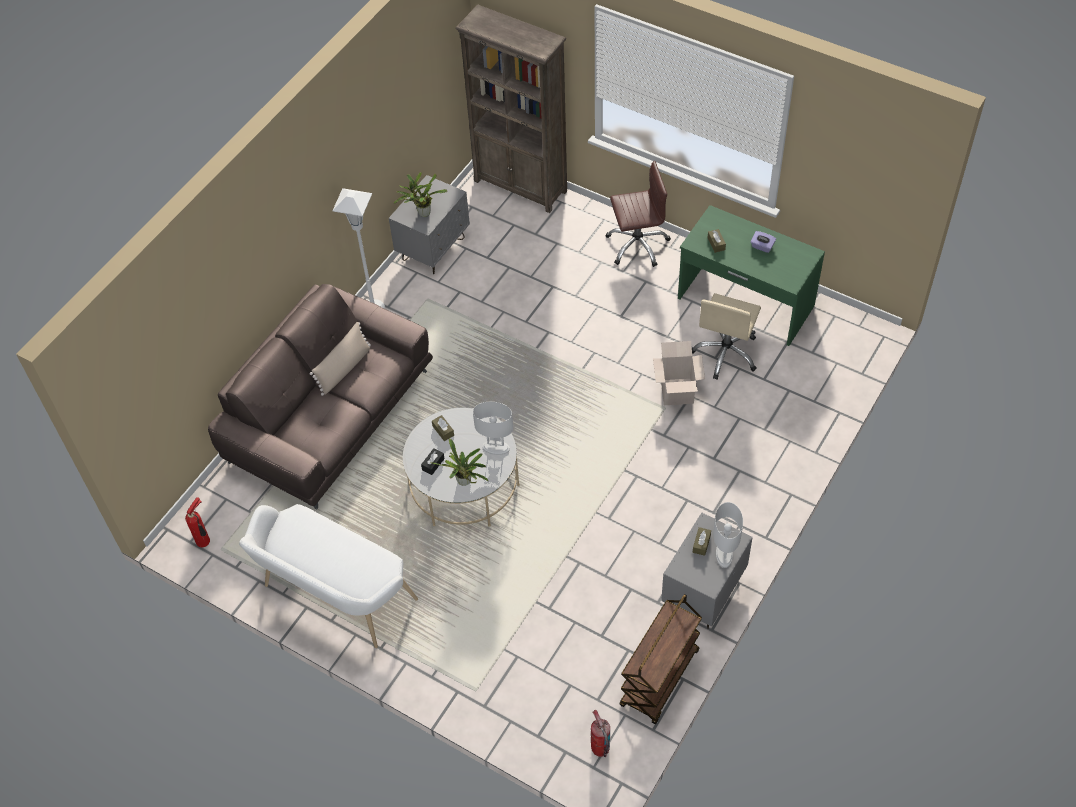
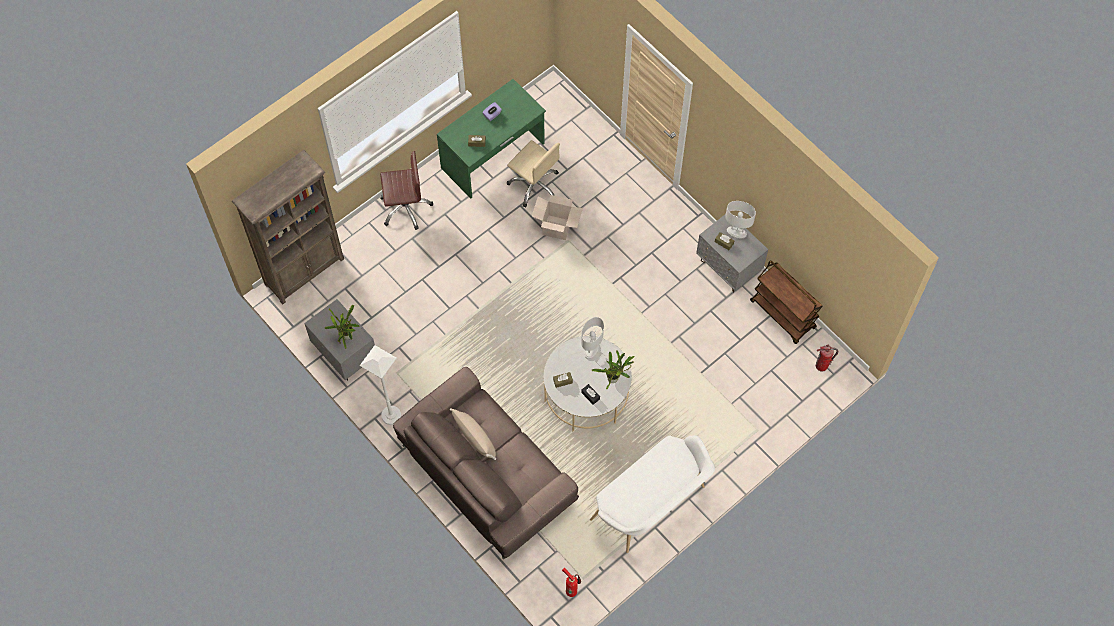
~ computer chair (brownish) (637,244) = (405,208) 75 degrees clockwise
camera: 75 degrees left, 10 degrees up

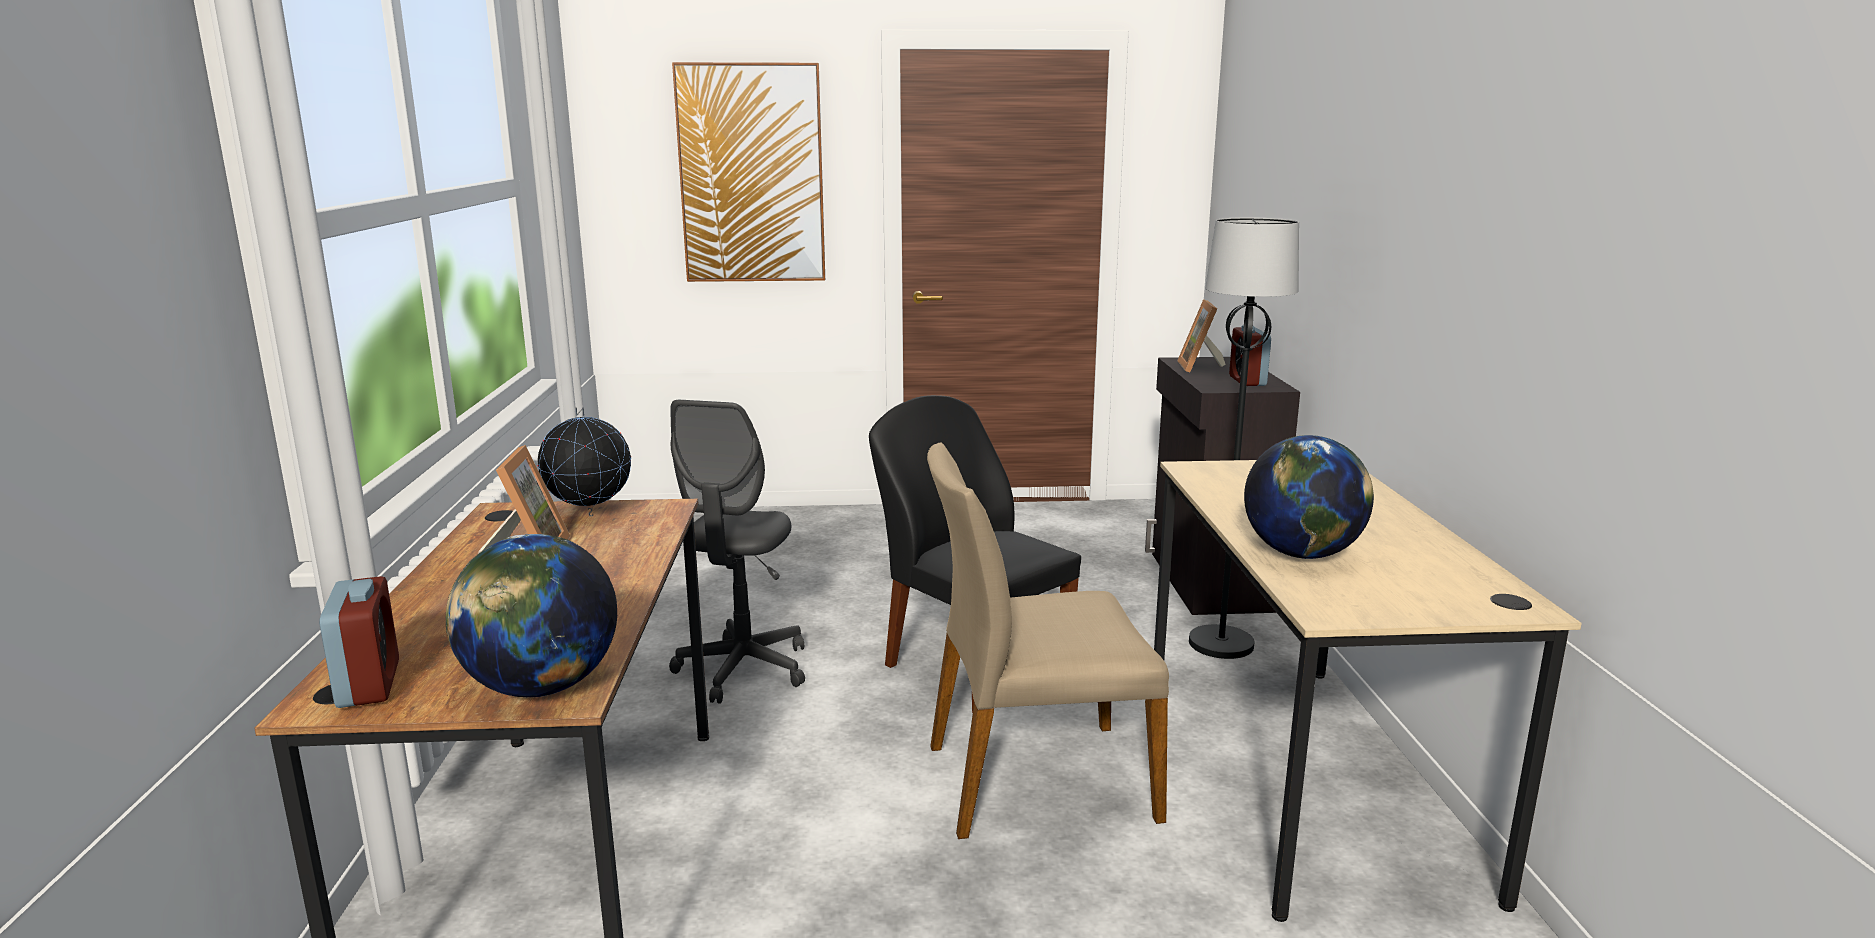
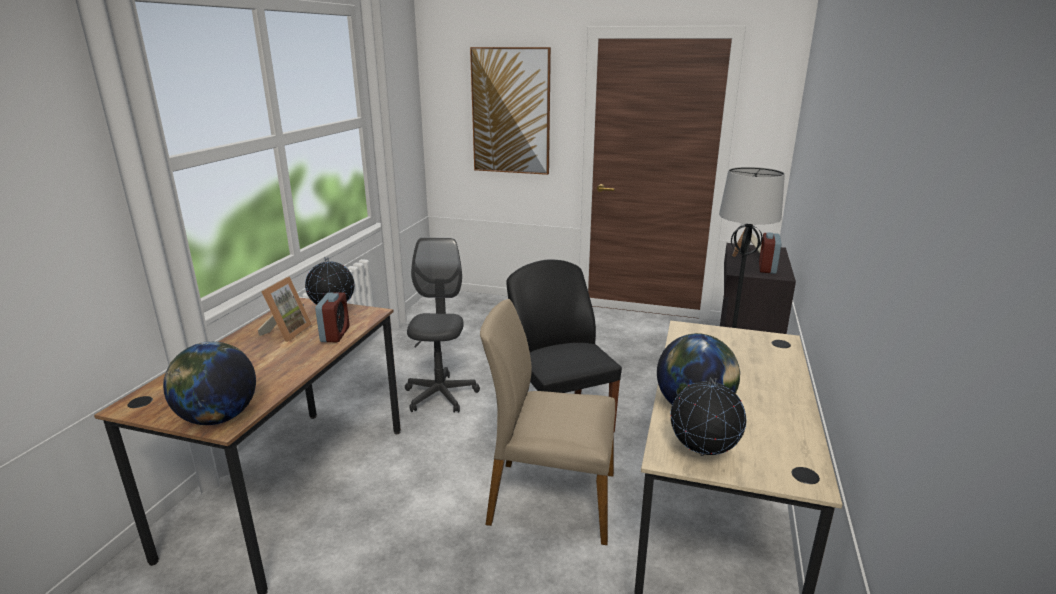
~ table clock (369,684) to (335,334)
~ computer chair (greyish) (743,669) = (440,395) 150 degrees clockwise
+ desk globe (702,456)
camera: 20 degrees right, 5 degrees up

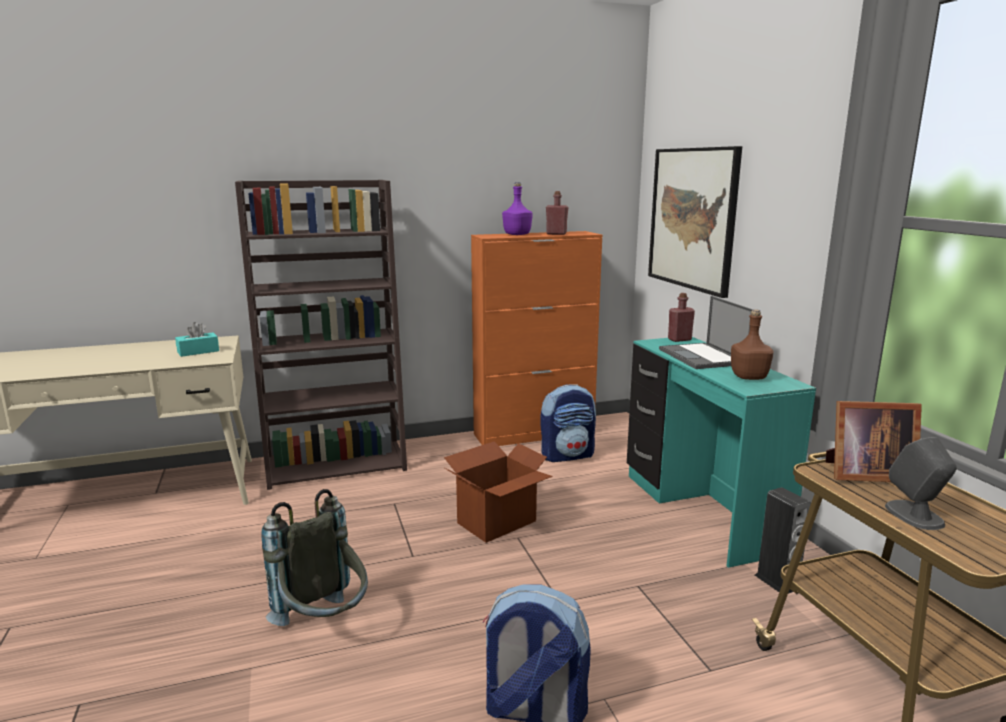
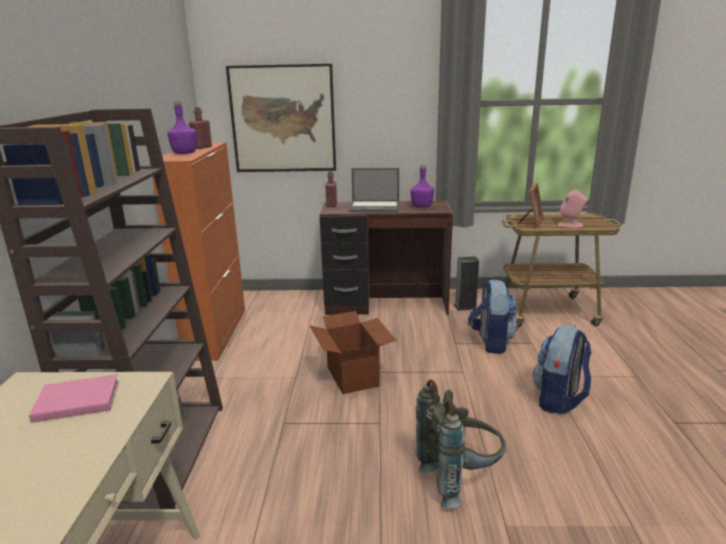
~ tissue holder (turquoise-coloured) (198,351) to volume (pinkish) (75,400)
~ desk table (turquoise-coloured) (699,511) to desk table (brownish) (386,306)
~ bottle (brownish) (748,377) to bottle (purple) (421,206)
~ backpack (567,455) to (491,342)
~ speaker (greyish) (914,515) to speaker (pinkish) (570,225)
camera: 70 degrees left, 5 degrees up

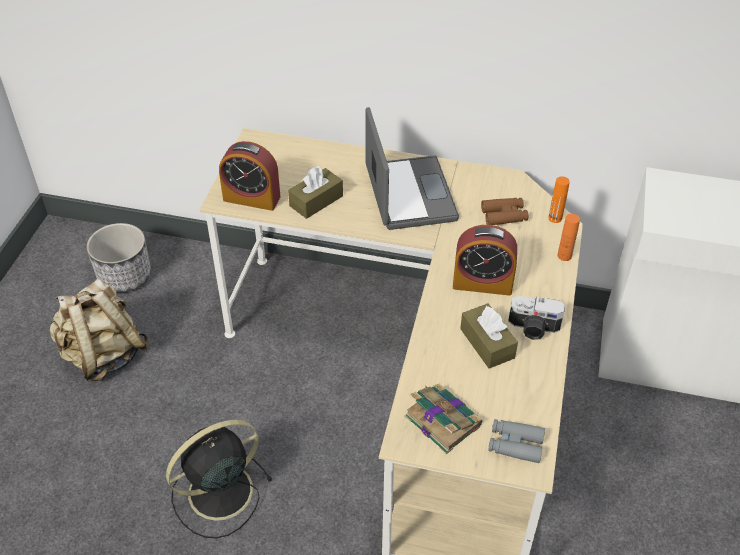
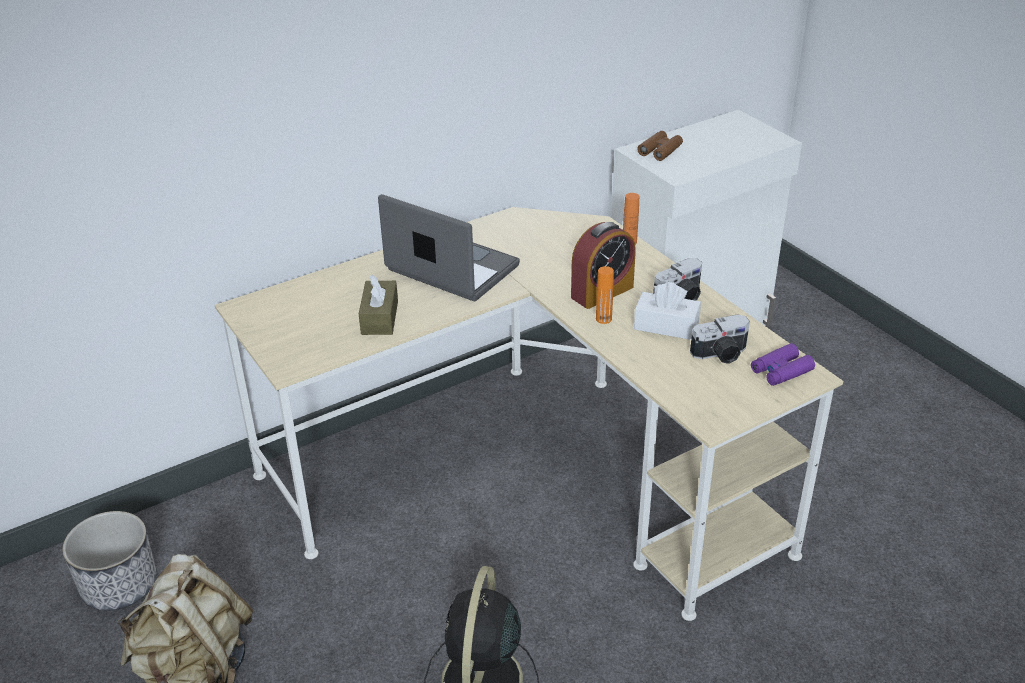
~ bottle (orangey) (555,218) to (603,319)
~ tissue holder (brownish) (487,343) to tissue holder (whitish) (666,326)
~ pair of binoculars (brownish) (504,215) to (660,150)
+ still camera (721,354)
~ pair of binoculars (greyish) (515,444) to pair of binoculars (purple) (781,371)
- table clock (251,198)
- volume (441,420)
camera: 45 degrees left, 10 degrees down

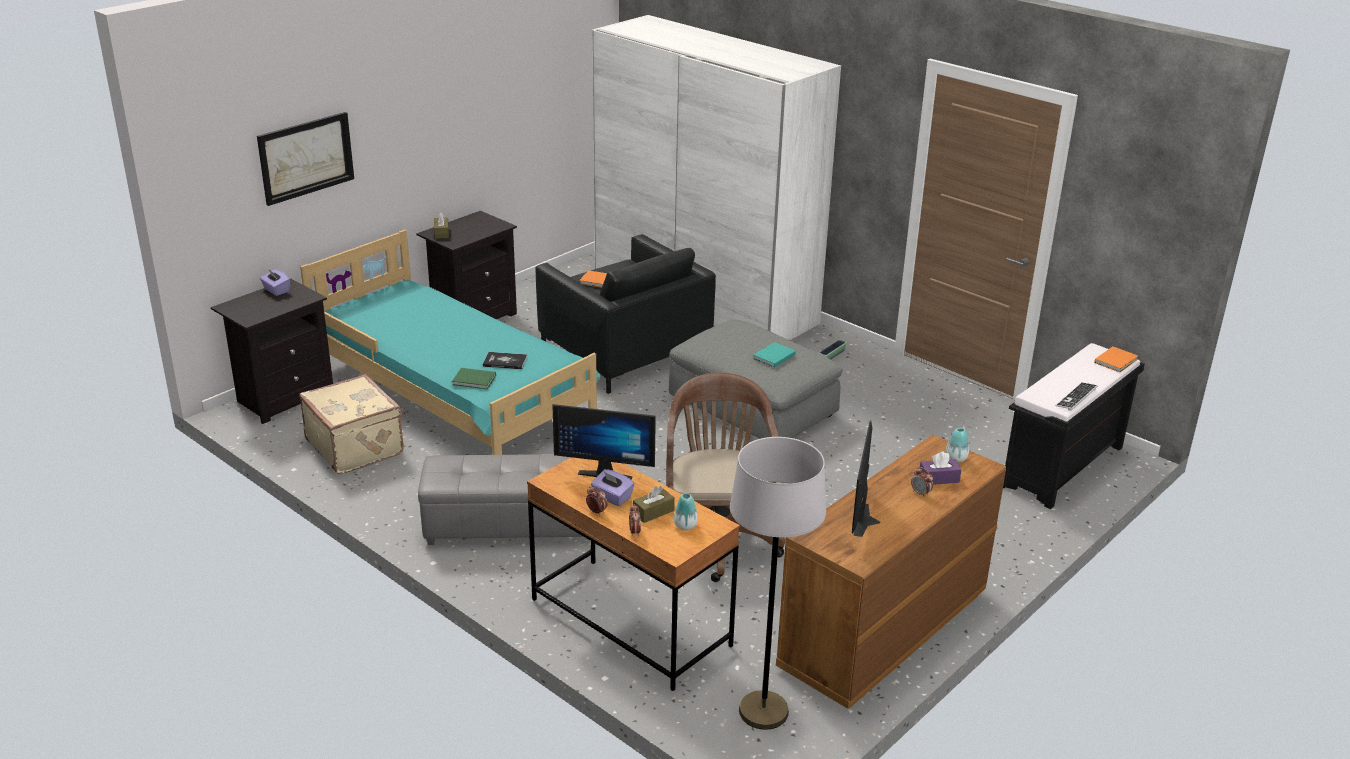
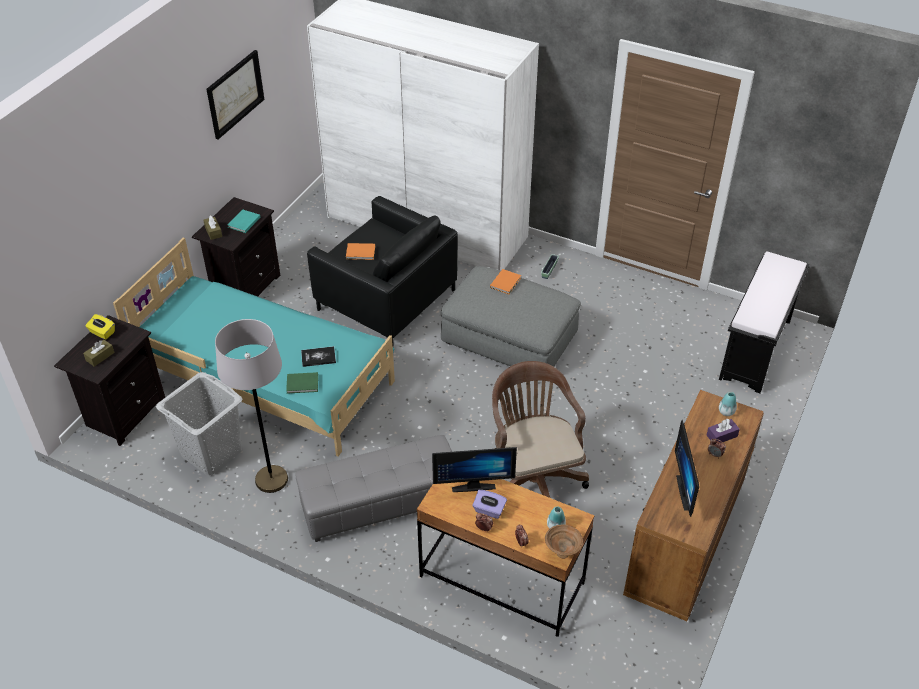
~ tissue holder (brownish) (653,512) to (100,356)
~ tissue holder (purple) (276,290) to tissue holder (yellowish) (102,332)
~ travel case (beige) (356,446) to laundry basket (greyish) (211,452)
~ picture (306,157) to (235,94)
~ floor lamp (greyish) (763,711) to (271,480)
~ volume (turquoise-coloured) (773,356) to (243,222)
~ volume (orangey) (1117,361) to (506,282)
+ serving bowl (brownish) (561,553)
- keyboard (1076,397)
camera: 15 degrees left, 15 degrees up

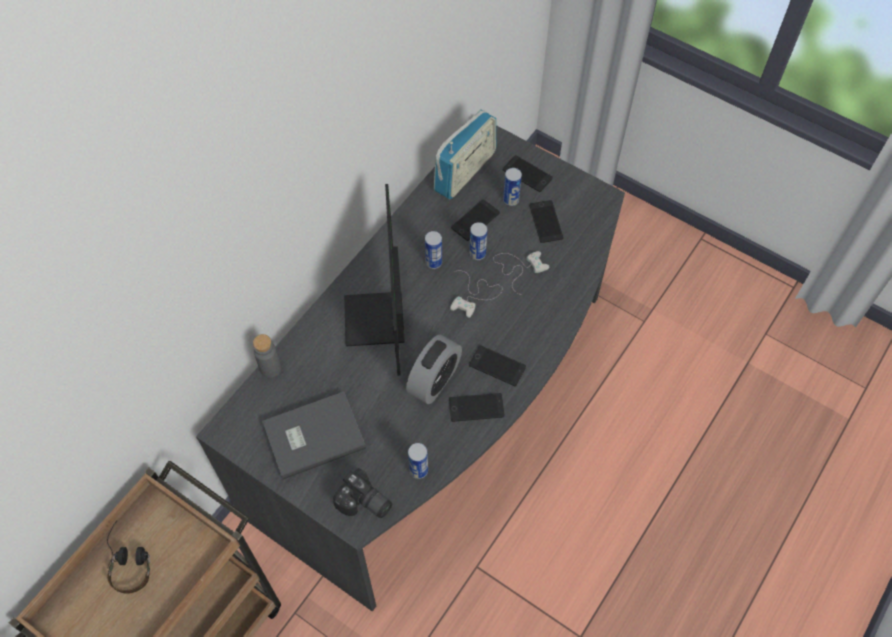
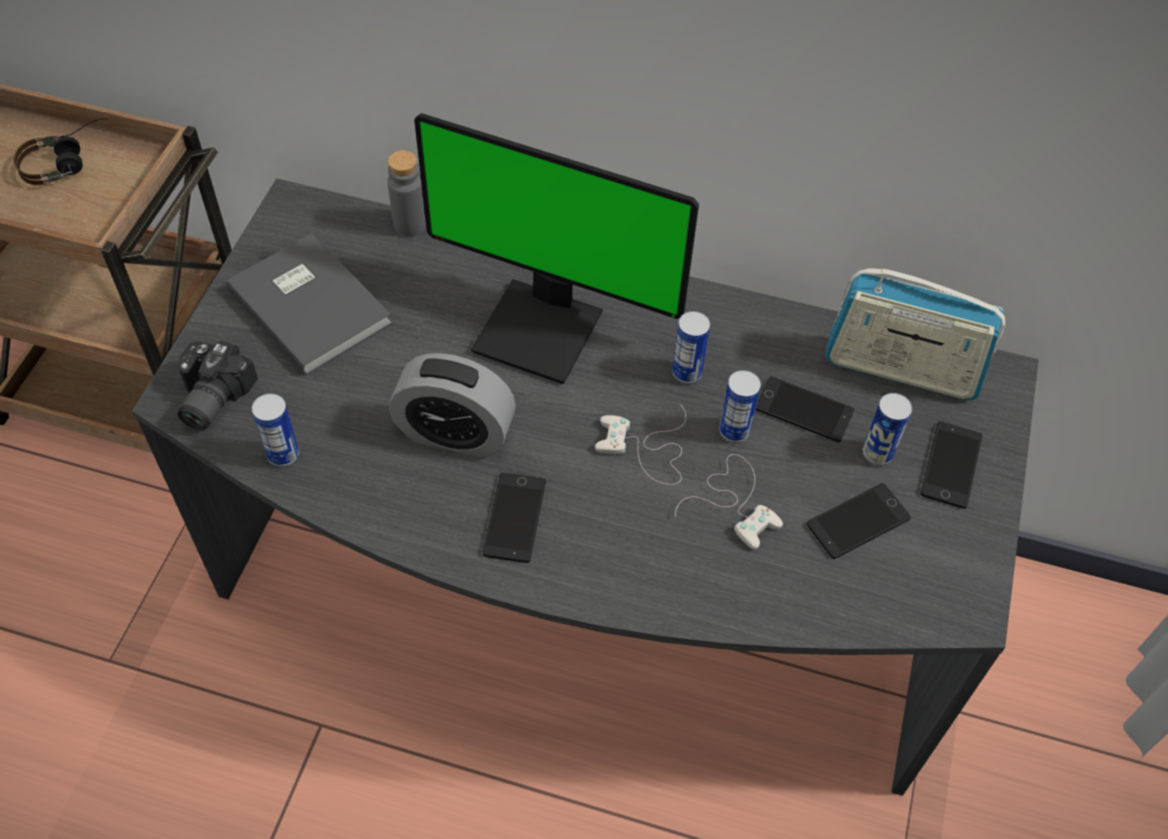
~ computer screen (378,320) = (542,328) 135 degrees counterclockwise
- telephone (476,407)
camera: 70 degrees right, 5 degrees down

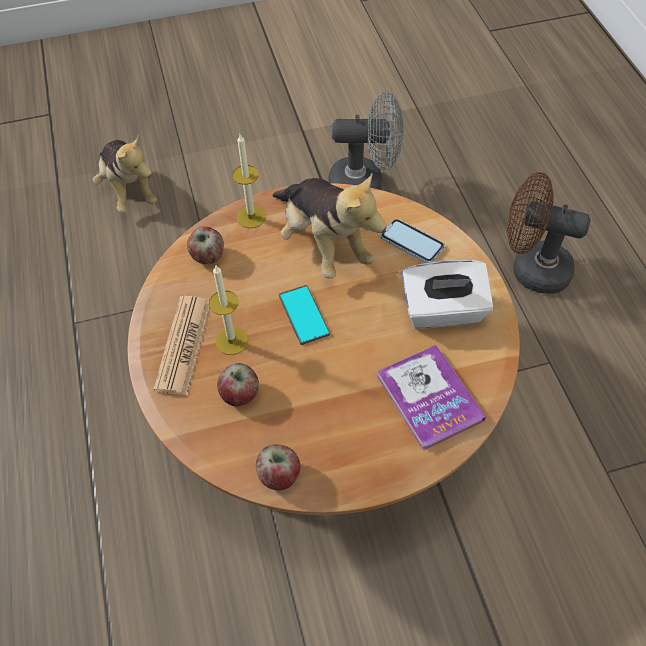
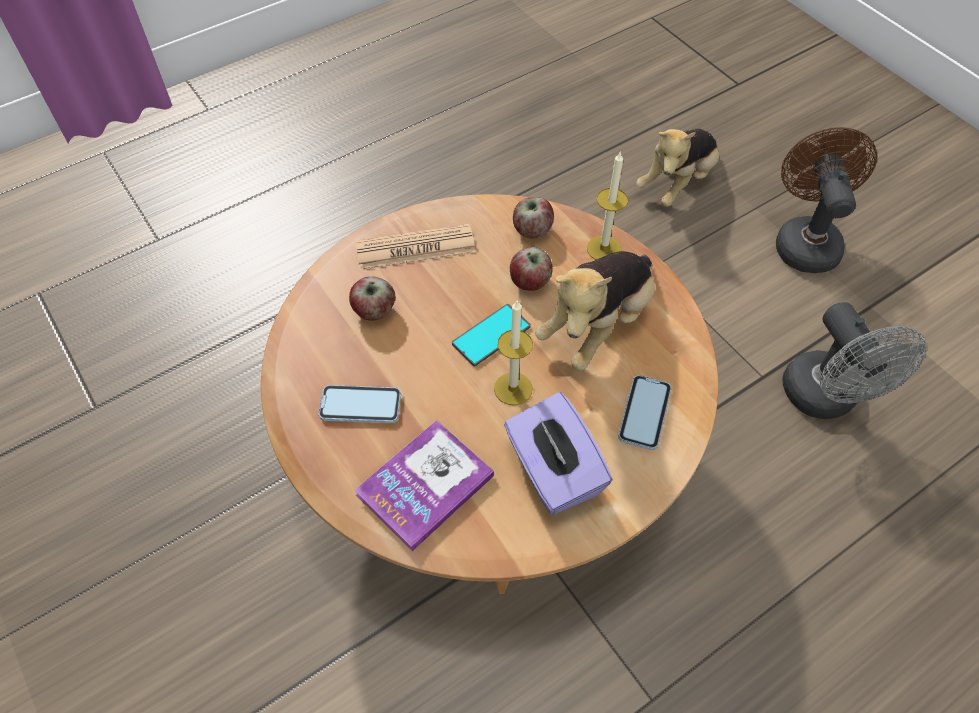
+ telephone (360,405)
~ wax light (231,341) to (513,388)
~ tissue holder (whitish) (443,311) to tissue holder (purple) (553,472)
~ whole apple (279,475) to (530,282)
~ electric fan (brownish) (531,269) to (804,240)
camera: 70 degrees right, 0 degrees up

